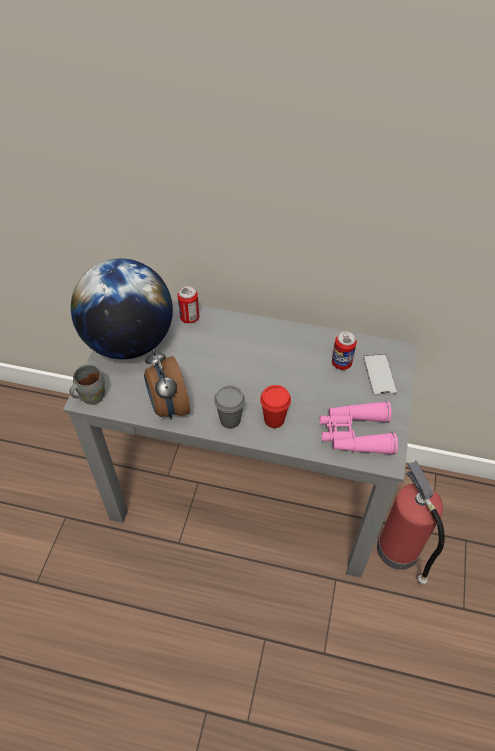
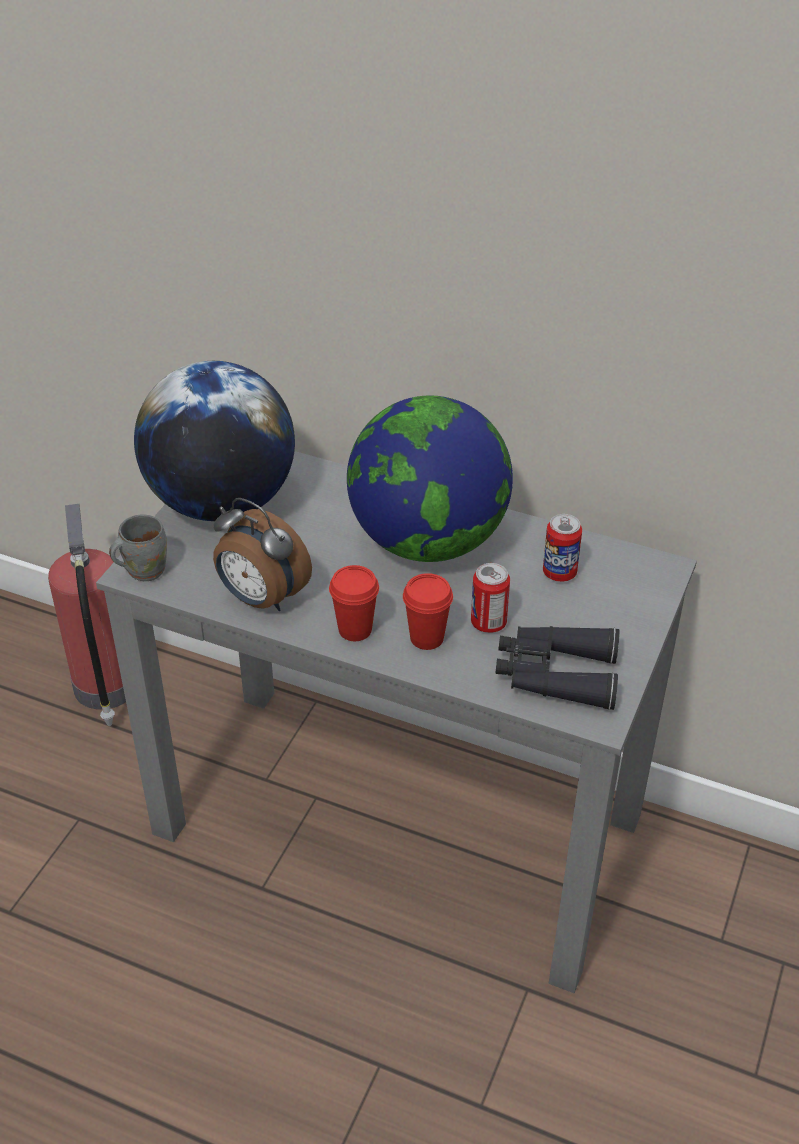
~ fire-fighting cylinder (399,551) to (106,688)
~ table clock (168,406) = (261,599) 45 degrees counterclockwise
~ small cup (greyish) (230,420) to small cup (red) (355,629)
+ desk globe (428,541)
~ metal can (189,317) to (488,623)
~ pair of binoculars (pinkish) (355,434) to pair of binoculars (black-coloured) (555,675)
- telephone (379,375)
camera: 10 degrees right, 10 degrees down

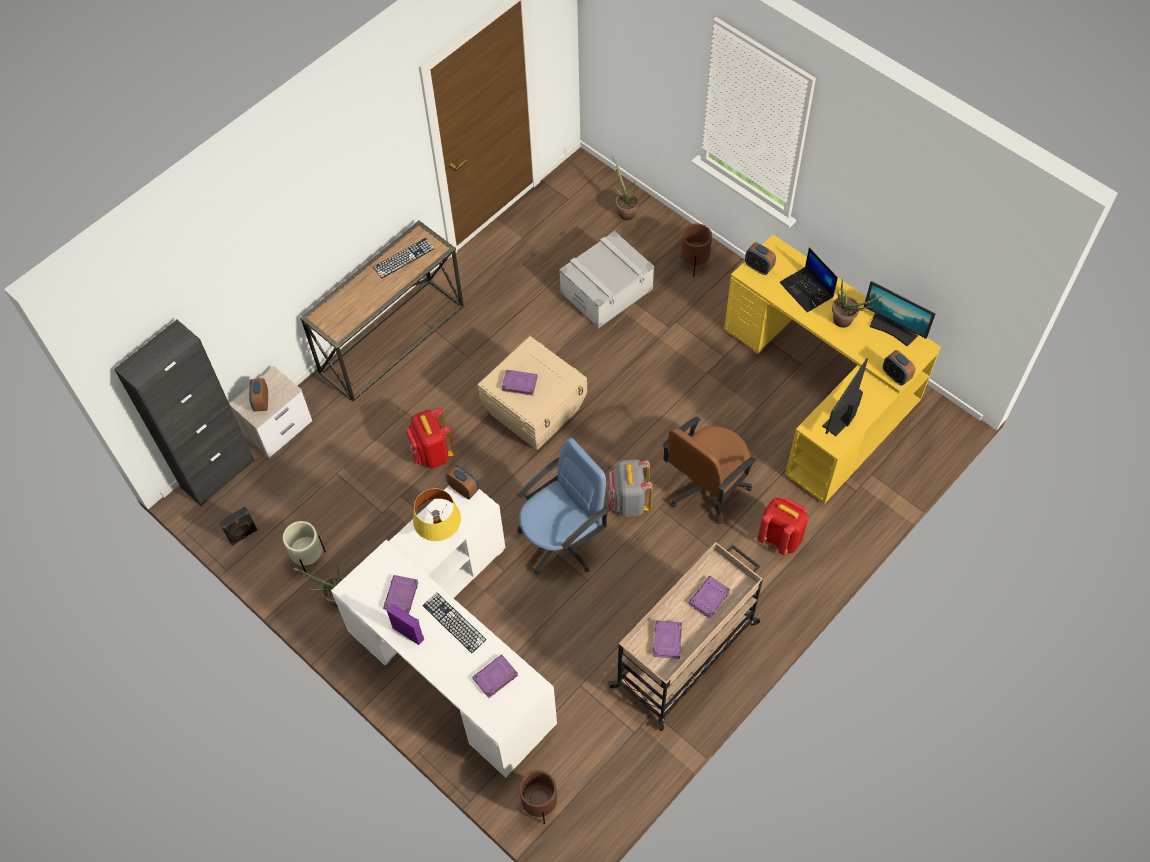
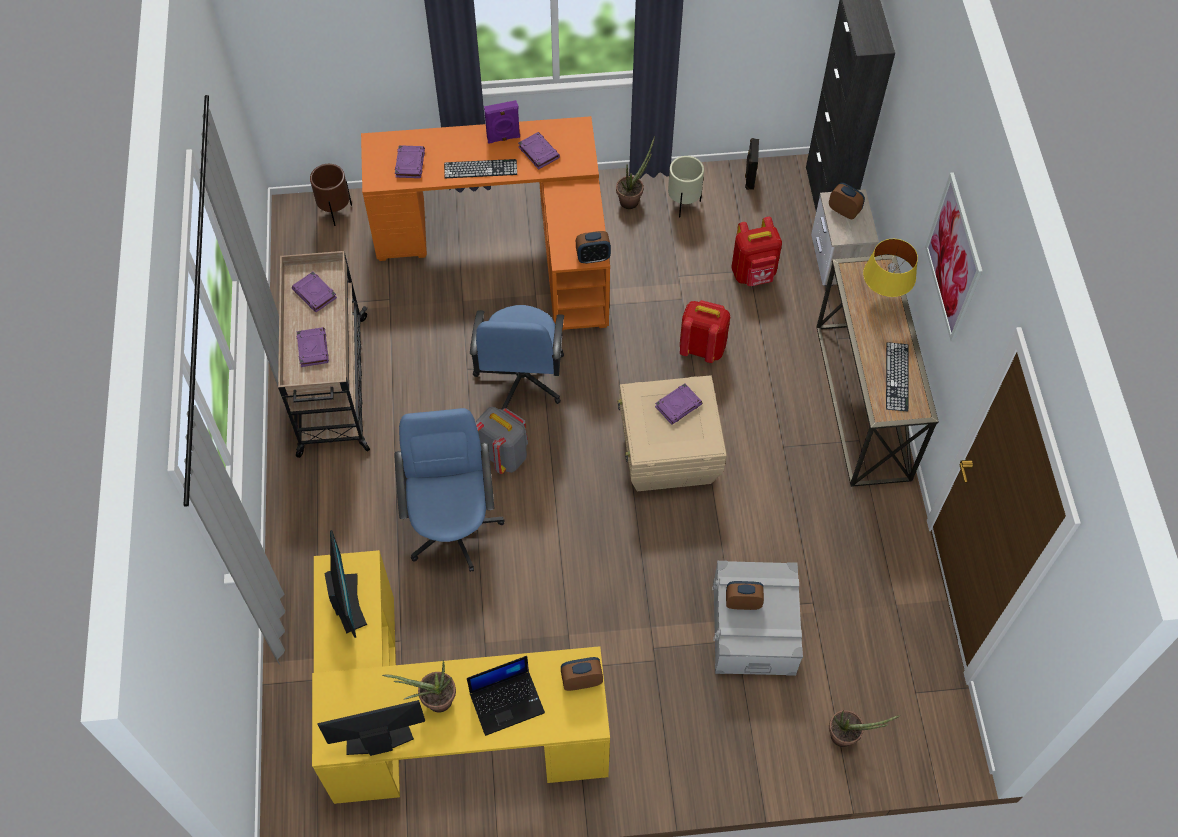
~ desk table (whitish) (451,648) to desk table (orangey) (510,242)
~ computer chair (brownish) (706,487) to computer chair (bluish) (453,526)
~ laptop (807,290) = (507,701) 150 degrees clockwise
~ table clock (895,376) to (742,602)
~ backpack (red) (780,537) to (753,274)
~ tabletop lamp (yellowish) (440,533) to (883,295)
+ picture (954,258)
- planter (brownish) (694,264)
camera: 130 degrees right, 0 degrees up

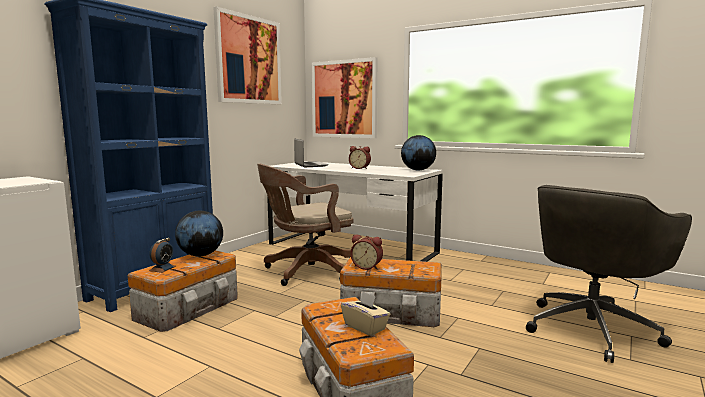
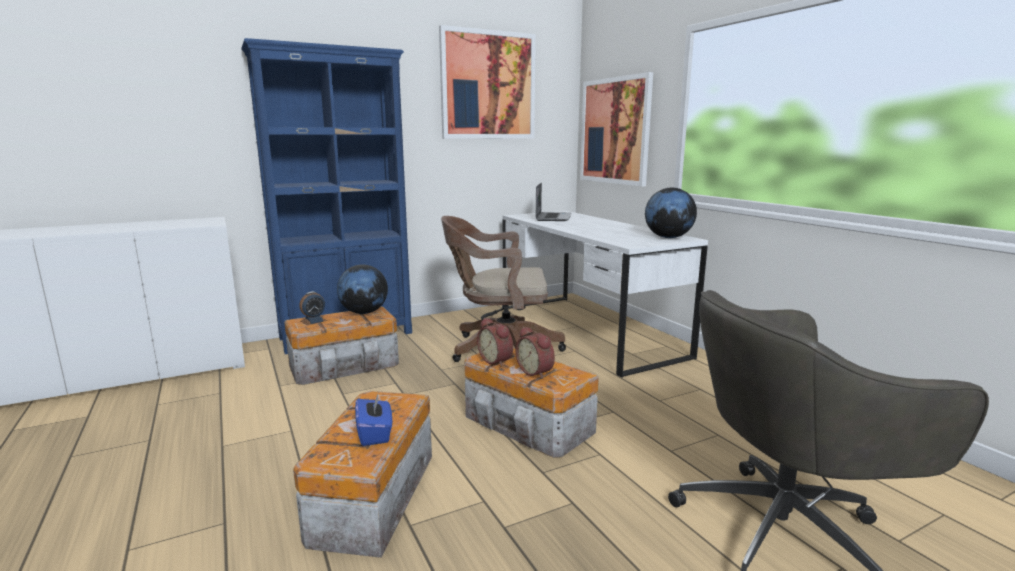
~ tissue holder (beige) (365,327) to tissue holder (bluish) (375,434)
~ table clock (360,168) to (536,372)
camera: 30 degrees right, 5 degrees up

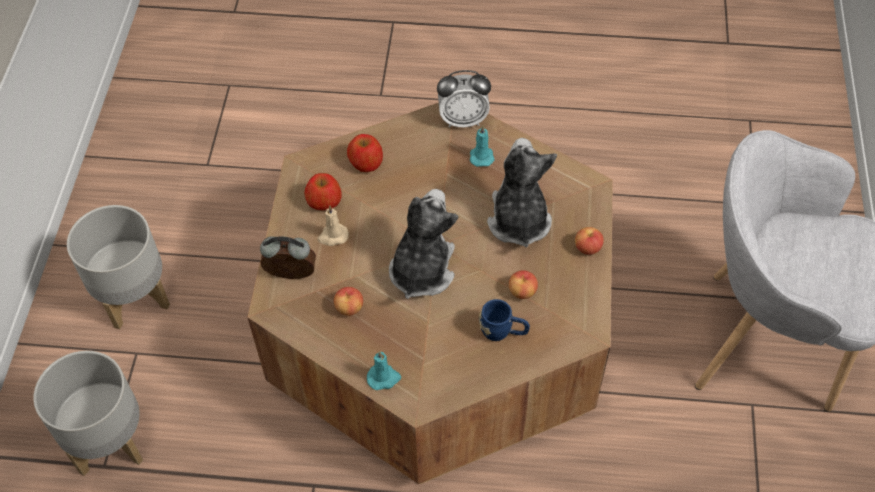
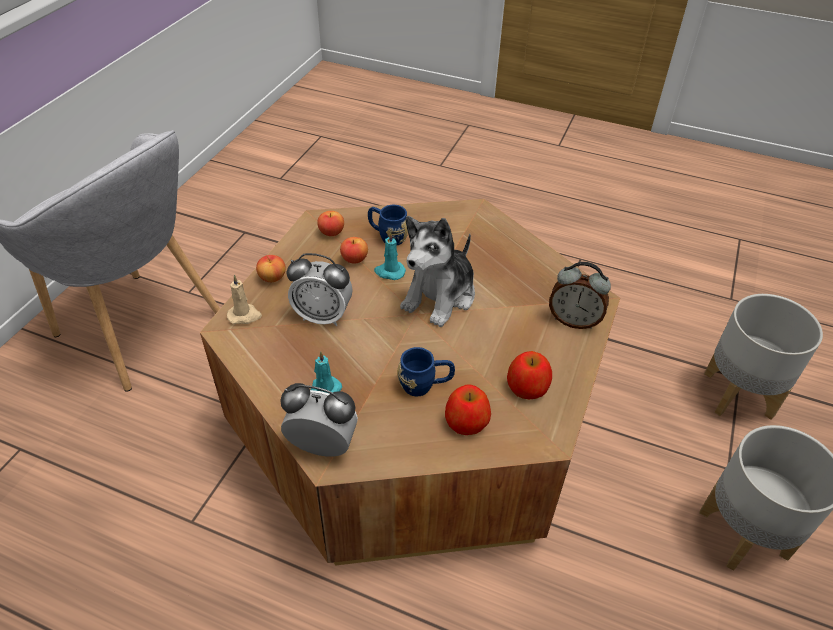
~ wax light (beige) (333,236) to (245,315)
~ cuddly toy (518,220) to table clock (323,316)
~ whole apple (349,308) to (331,232)
~ wax light (turquoise-coloured) (384,378) to (389,272)
+ tea mug (bluish) (425,385)
camera: 165 degrees left, 10 degrees down

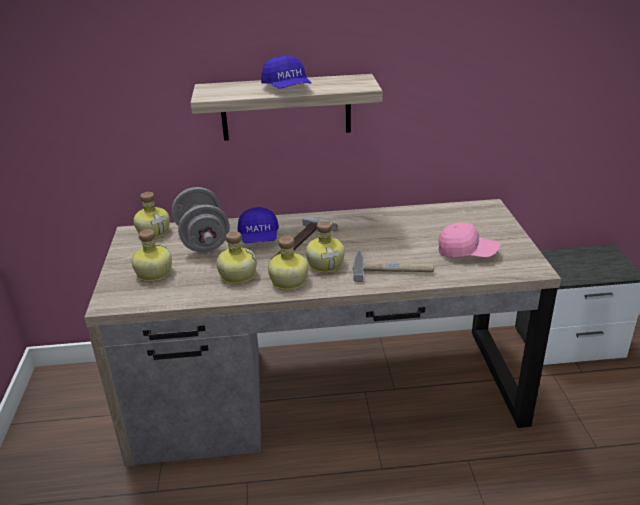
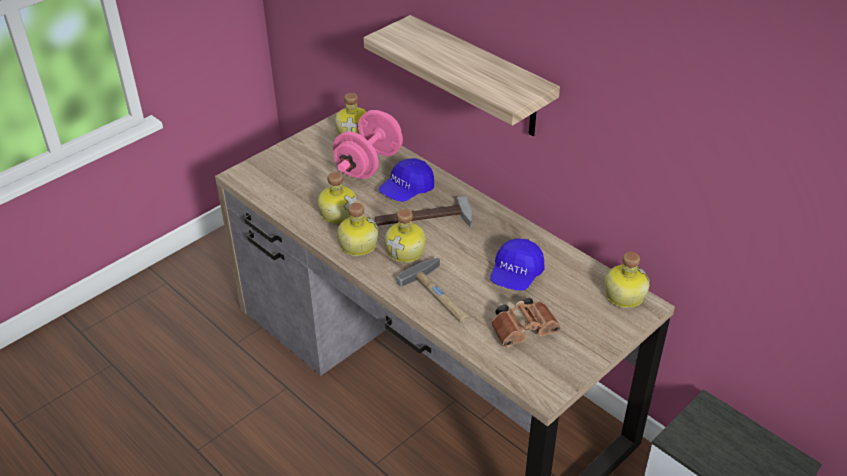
~ dumbbell (greyish) (203,240) to dumbbell (pinkish) (369,164)
~ cap (bluish) (287,88) to (516,275)
~ cap (pinkish) (467,252) to pair of binoculars (brownish) (525,330)
~ bottle (153,273) to (623,295)
camera: 50 degrees right, 10 degrees up

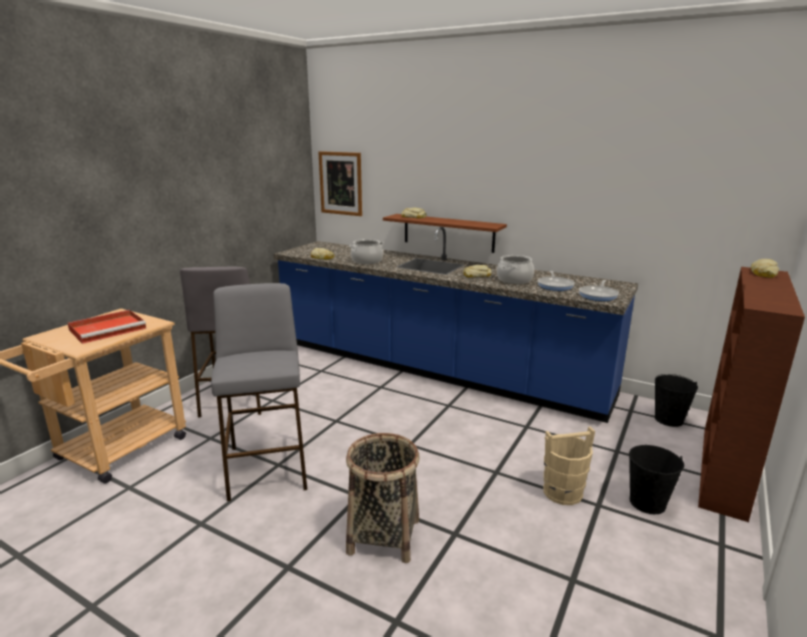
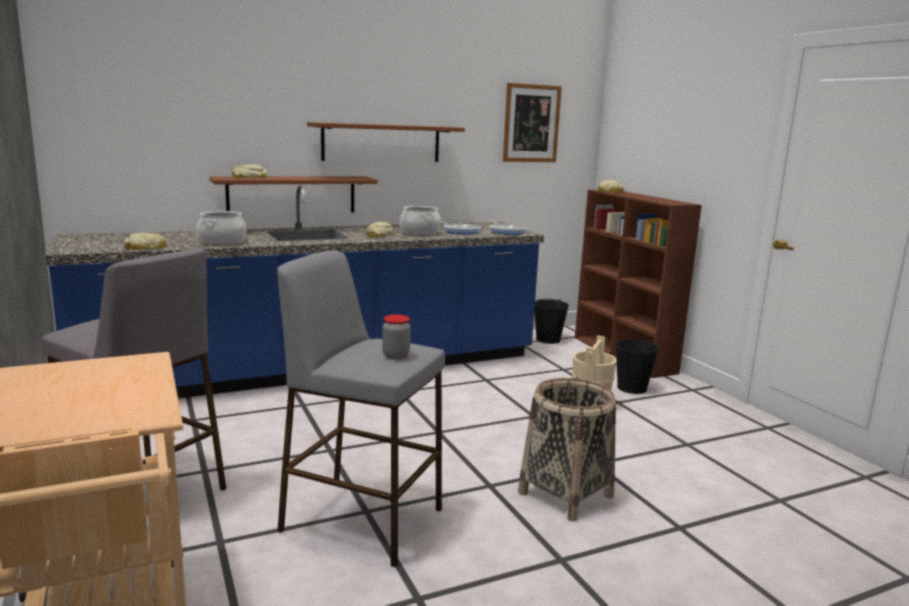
+ shelf (brownish) (381,142)
+ jar (396,355)
~ picture (341,183) to (531,123)
- tray (red) (109,329)
camera: 55 degrees left, 5 degrees down

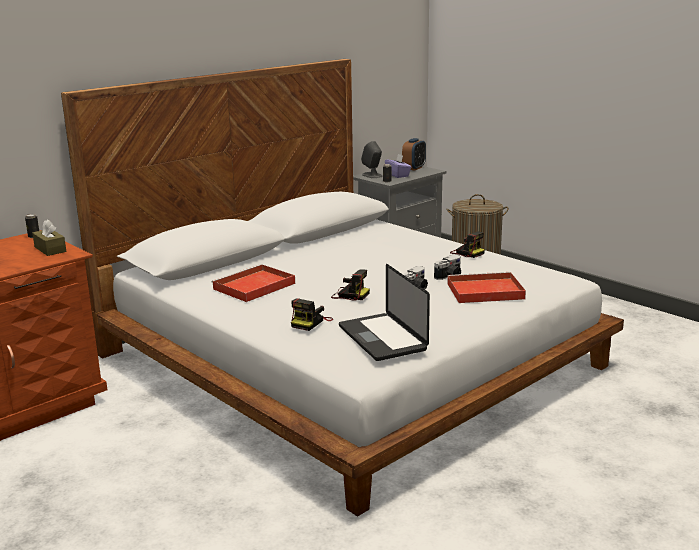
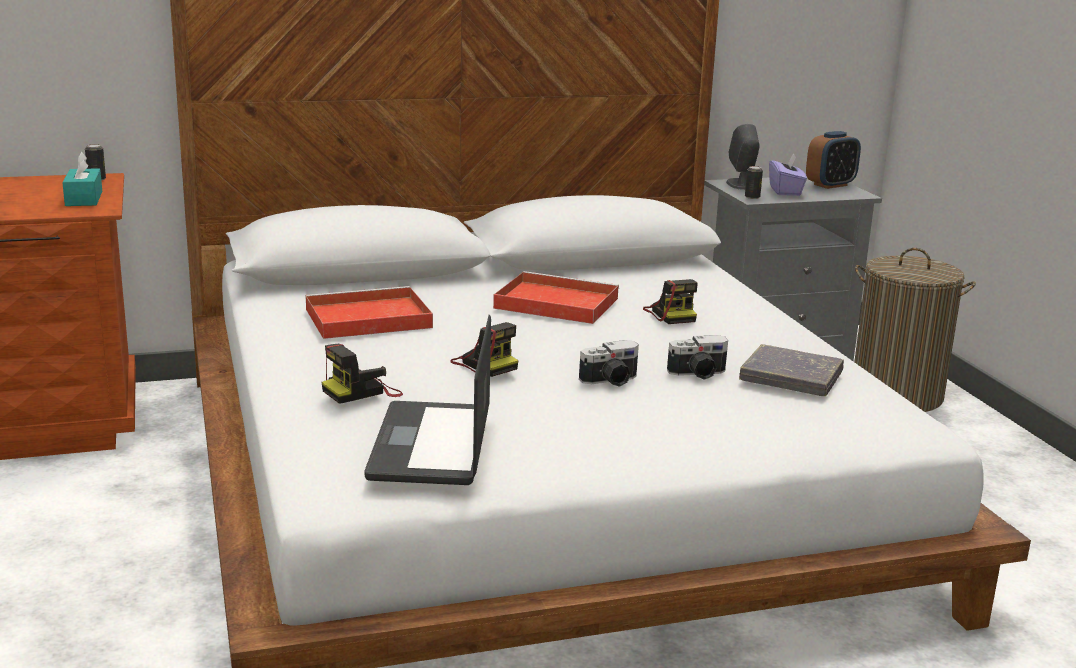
~ tissue holder (brownish) (50,249) to tissue holder (turquoise-coloured) (84,198)
~ tray (red) (483,291) to (554,303)
~ still camera (467,253) to (671,314)
+ volume (greyish) (791,377)
camera: 25 degrees right, 0 degrees up

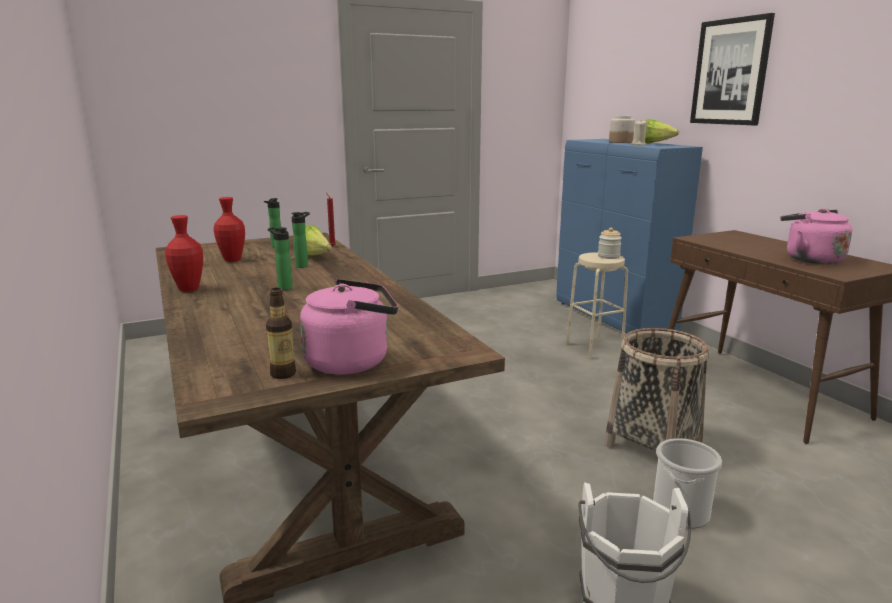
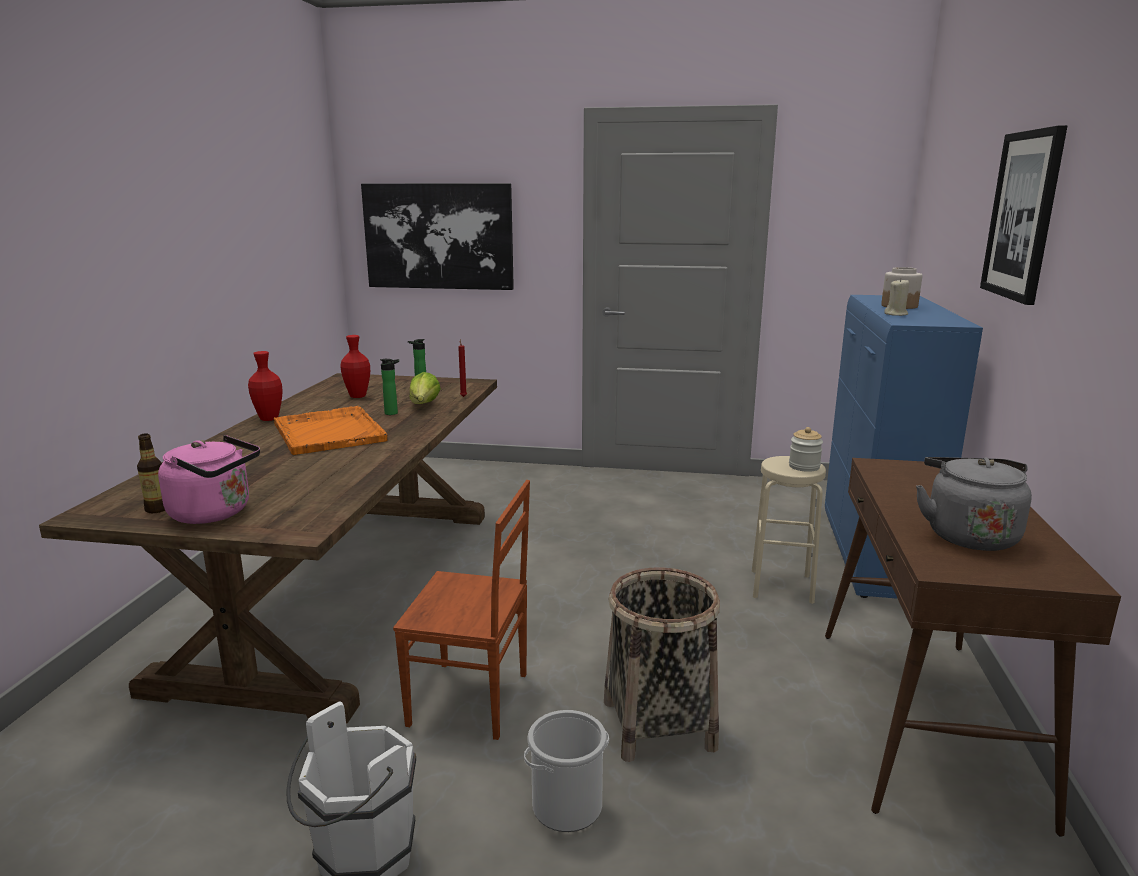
~ bottle (283,288) to tray (orangey) (329,432)
+ picture (438,236)
+ plain chair (brownish) (470,700)
~ water kettle (pinkish) (810,259) to water kettle (greyish) (968,535)
- lettuce (655,143)
camera: 35 degrees right, 0 degrees up

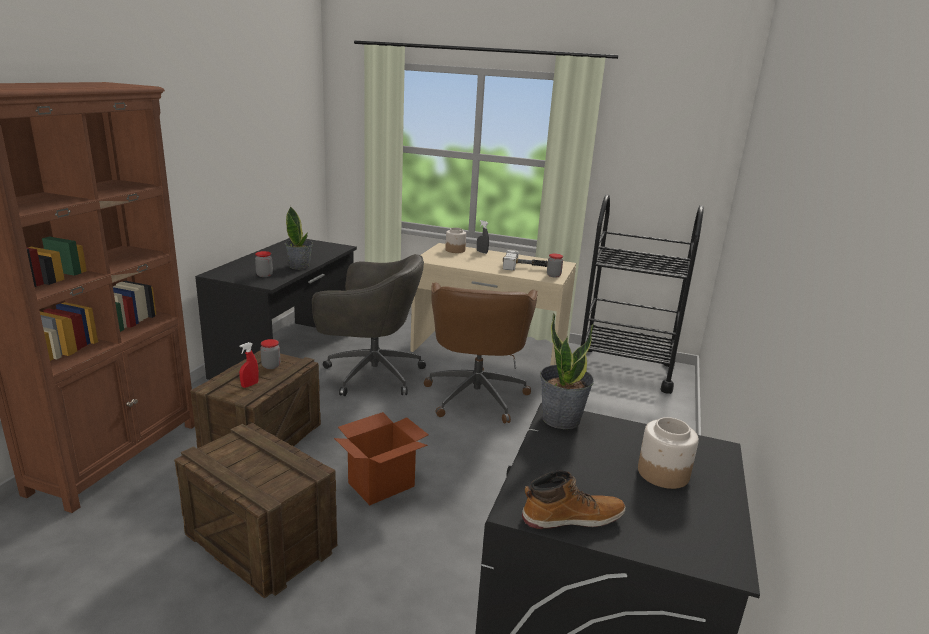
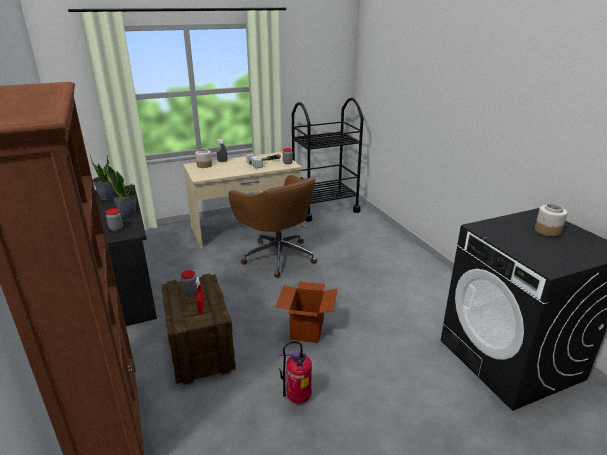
~ plant in a pot (561,418) to (107,196)
~ shipping crate (261,542) to fire-fighting cylinder (297,398)
- computer chair (greyish) (370,374)
- high-top boot (572,517)
camera: 40 degrees left, 5 degrees up

